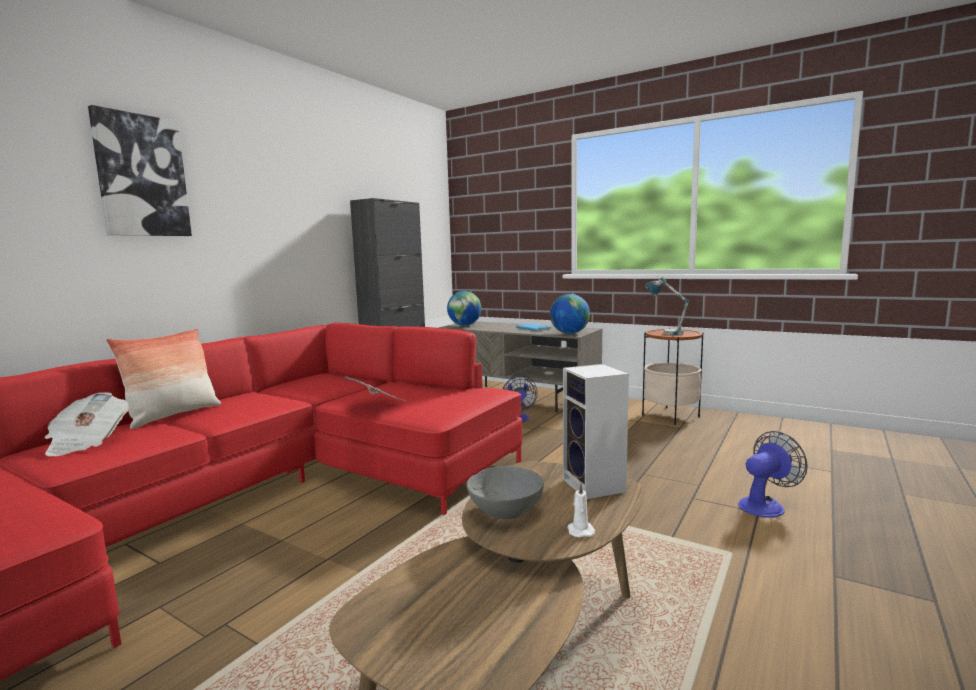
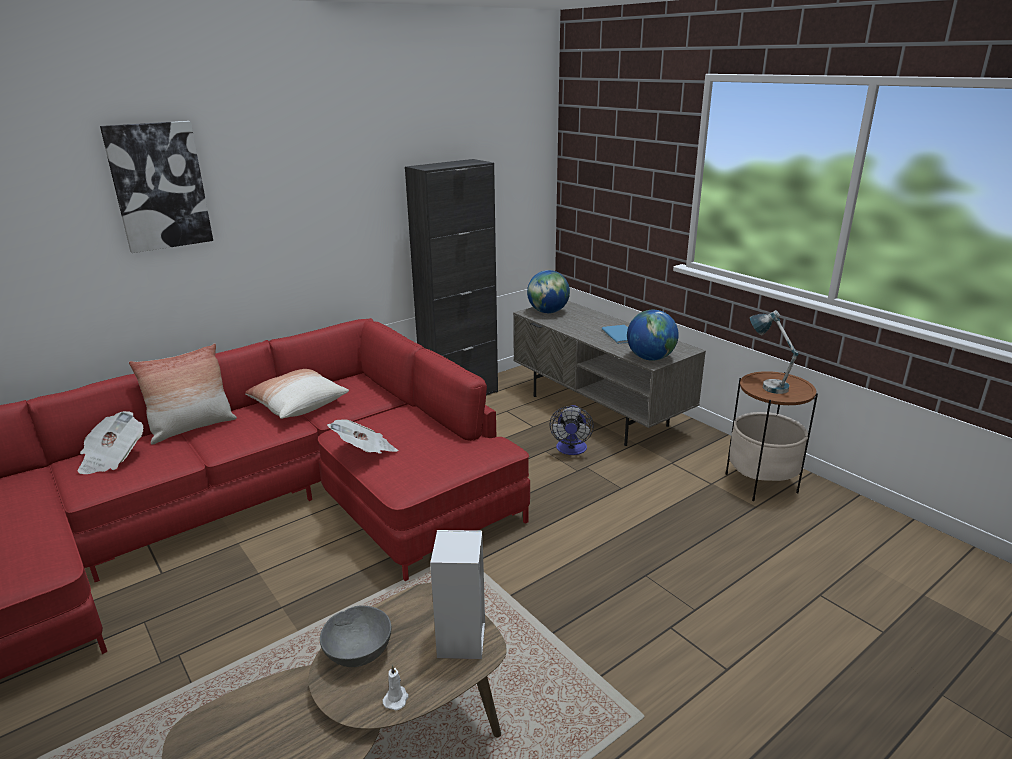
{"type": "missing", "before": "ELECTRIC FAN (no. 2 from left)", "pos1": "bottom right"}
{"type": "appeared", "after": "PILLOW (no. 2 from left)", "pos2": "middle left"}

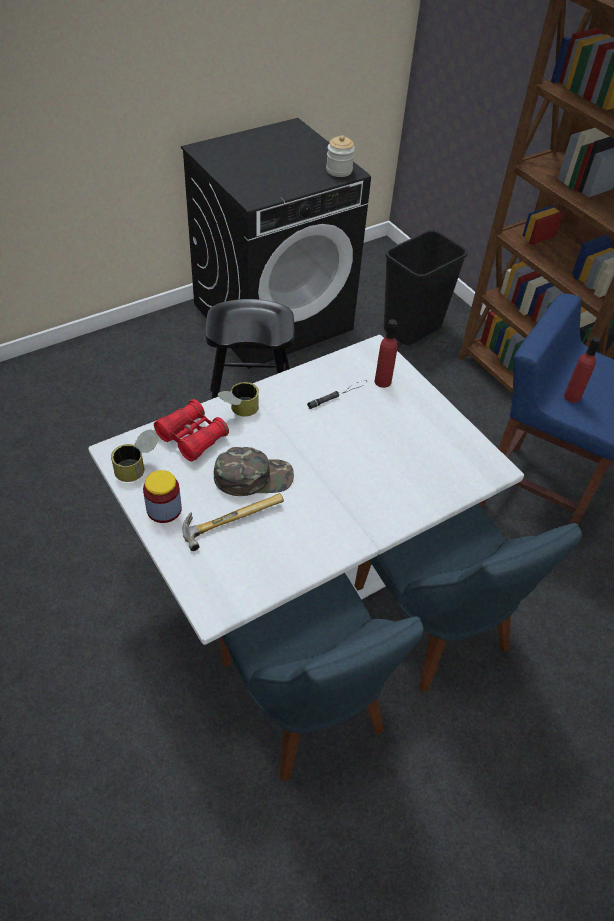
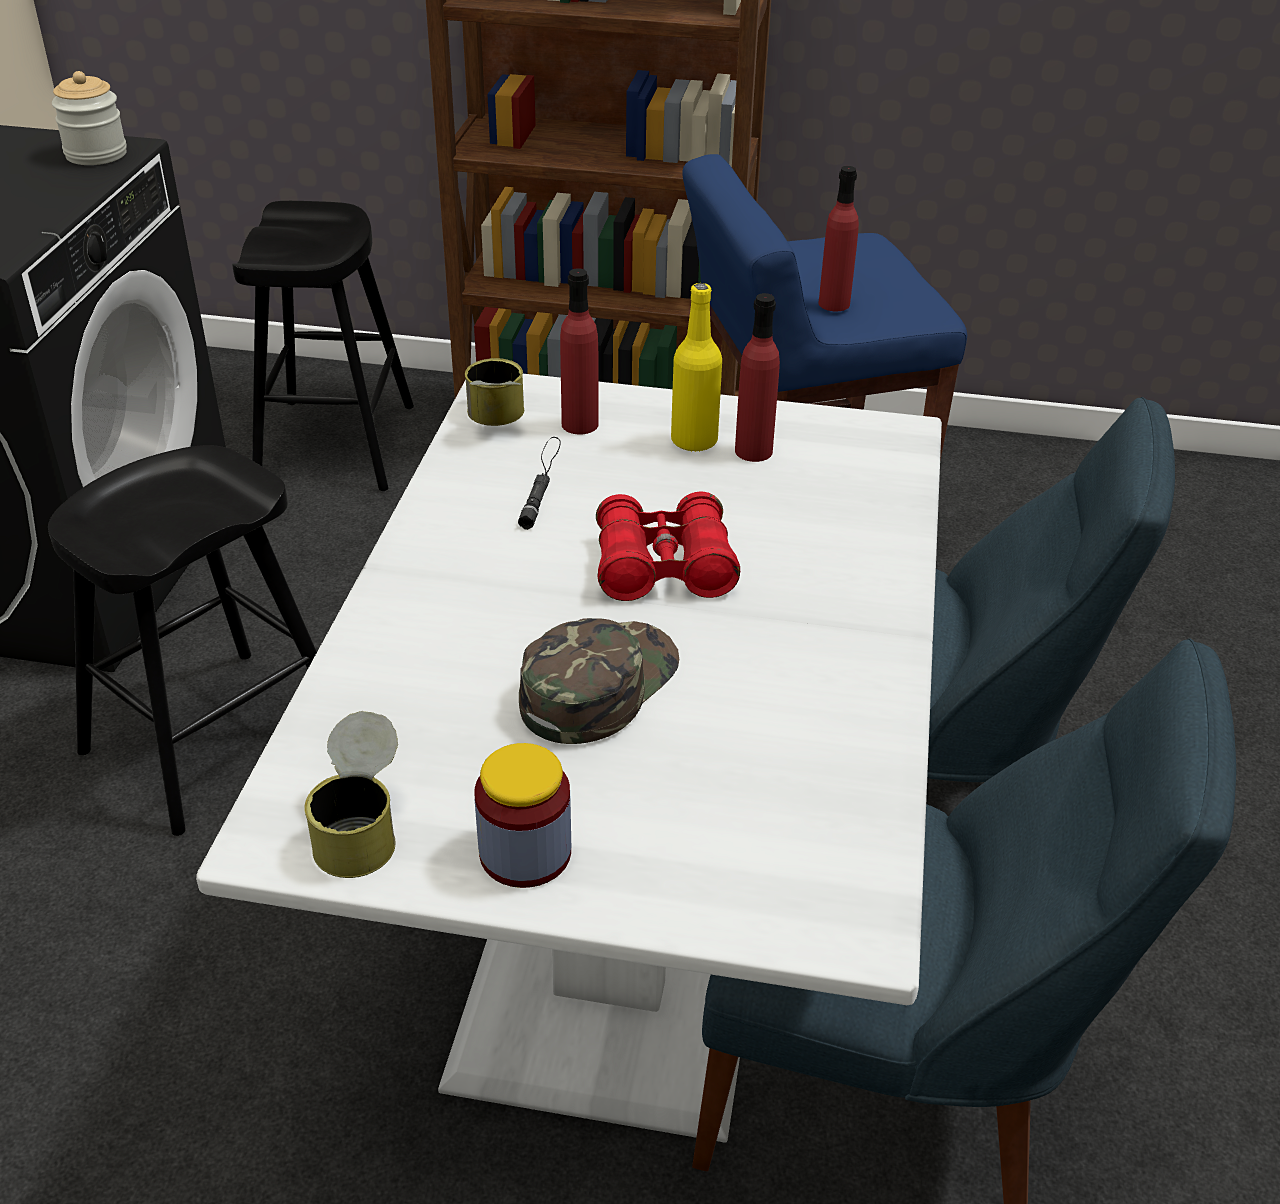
{"type": "missing", "before": "HAND HAMMER", "pos1": "centre"}
{"type": "appeared", "after": "YELLOWISH BOTTLE", "pos2": "top centre"}
{"type": "appeared", "after": "REDDISH BOTTLE (no. 2 from left)", "pos2": "top centre"}
{"type": "relocated", "before": "REDDISH FIELD GLASSES", "pos1": "middle left", "pos2": "centre"}
{"type": "relocated", "before": "METAL CAN (no. 2 from left)", "pos1": "centre", "pos2": "top centre"}
{"type": "exchanged", "before": "BLACK RUBBISH BIN", "after": "BLACK STOOL (no. 2 from left)", "pos1": "top right", "pos2": "top left"}

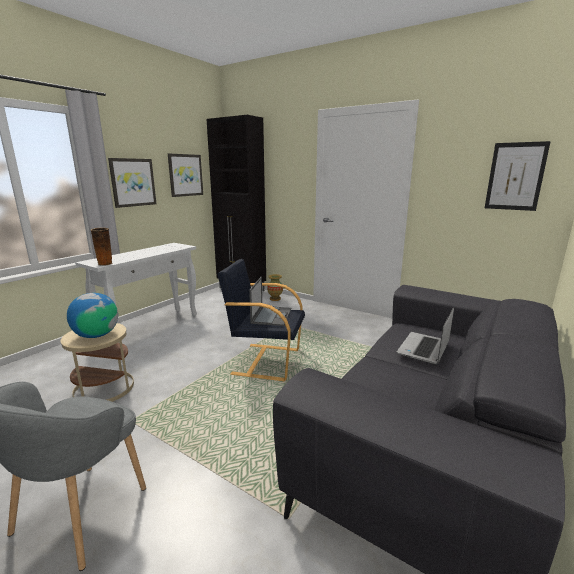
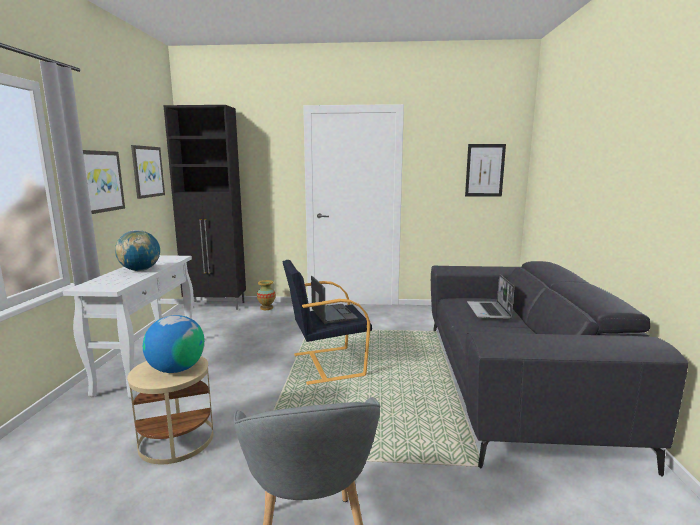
{"type": "missing", "before": "DECORATIVE VASE (no. 1 from left)", "pos1": "middle left"}
{"type": "appeared", "after": "GLOBE (no. 1 from left)", "pos2": "middle left"}

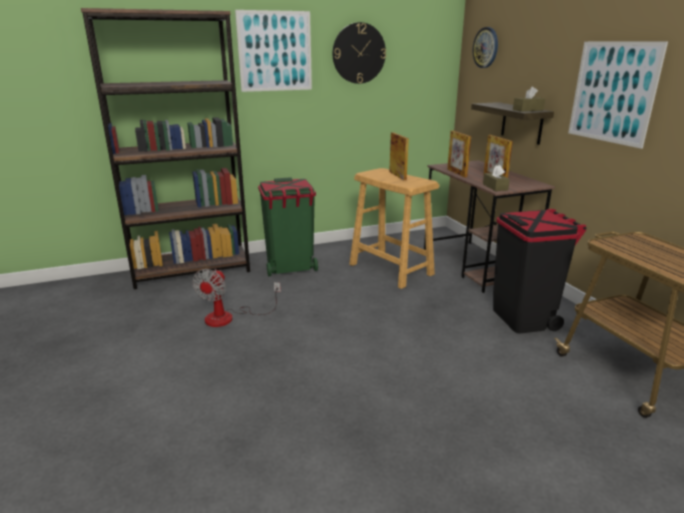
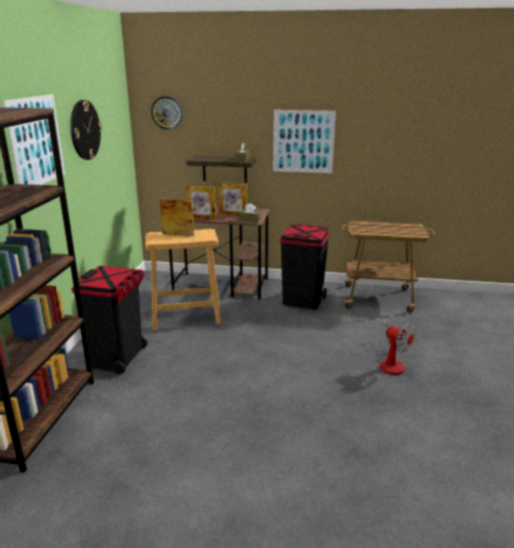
{"type": "relocated", "before": "ELECTRIC FAN", "pos1": "centre", "pos2": "middle right"}
{"type": "colour", "before": "GREEN-COLOURED RUBBISH BIN", "after": "BLACK RUBBISH BIN (no. 1 from left)", "pos1": "centre", "pos2": "middle left"}

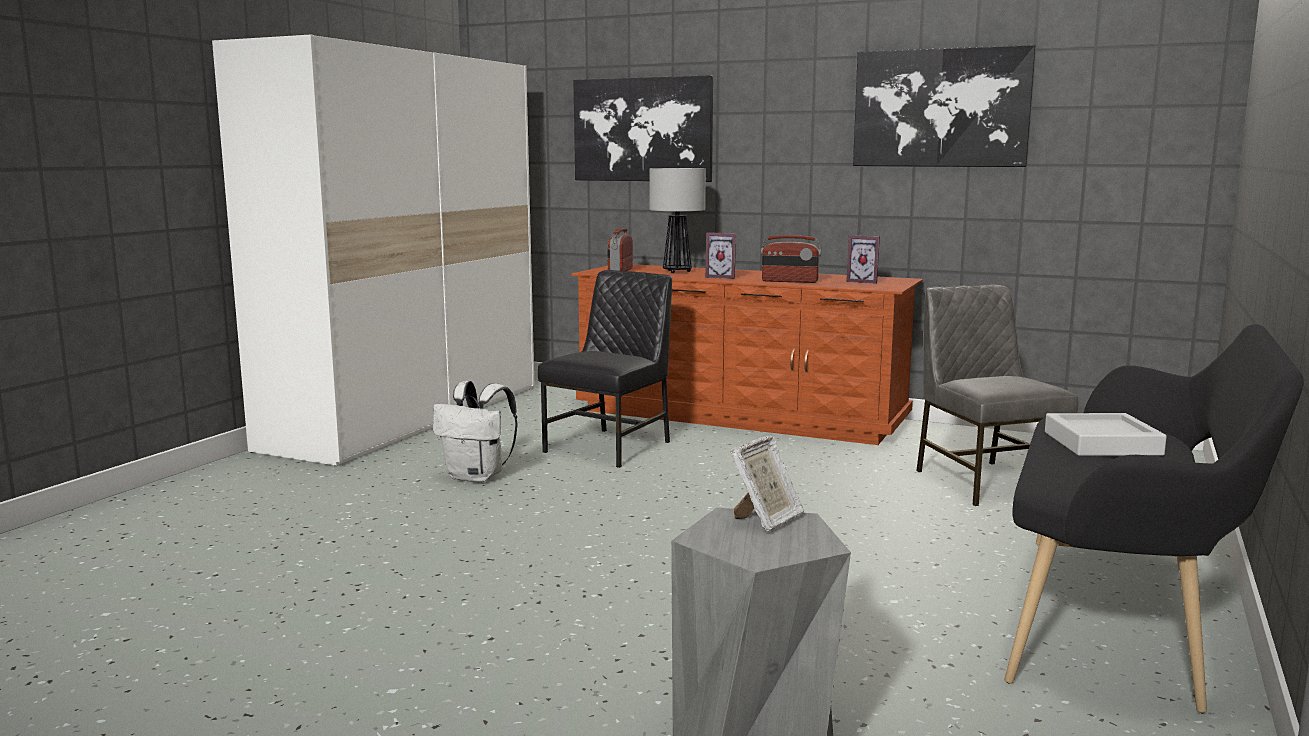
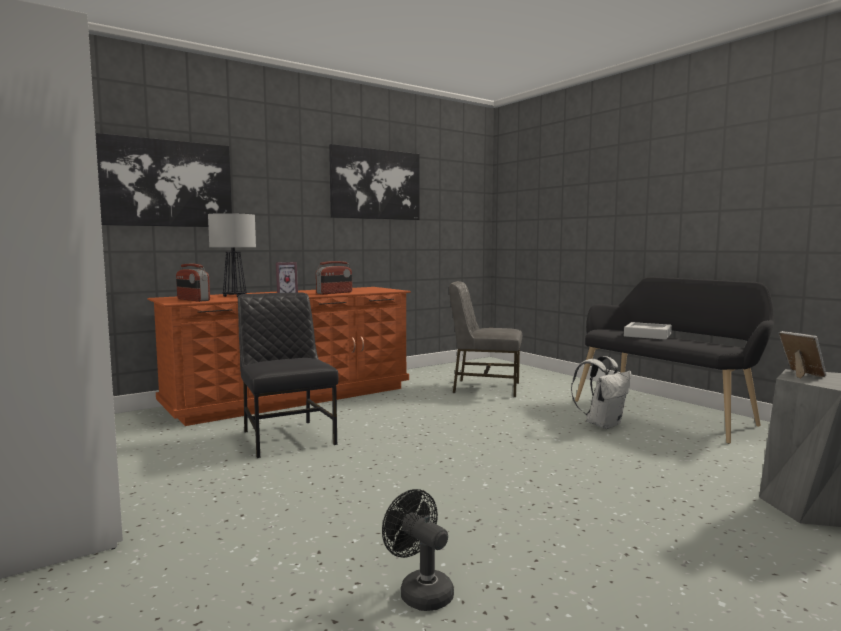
{"type": "missing", "before": "PICTURE FRAME (no. 3 from left)", "pos1": "centre"}
{"type": "appeared", "after": "BLACK ELECTRIC FAN", "pos2": "bottom centre"}
{"type": "relocated", "before": "WHITISH RUCKSACK", "pos1": "centre", "pos2": "middle right"}

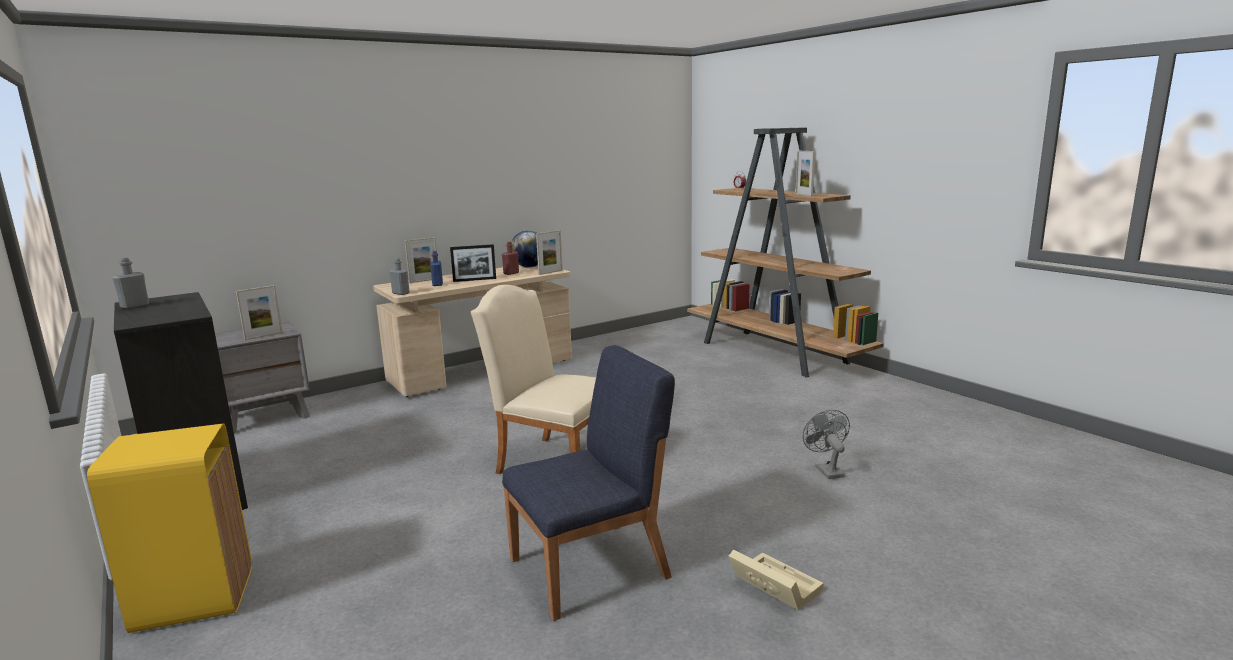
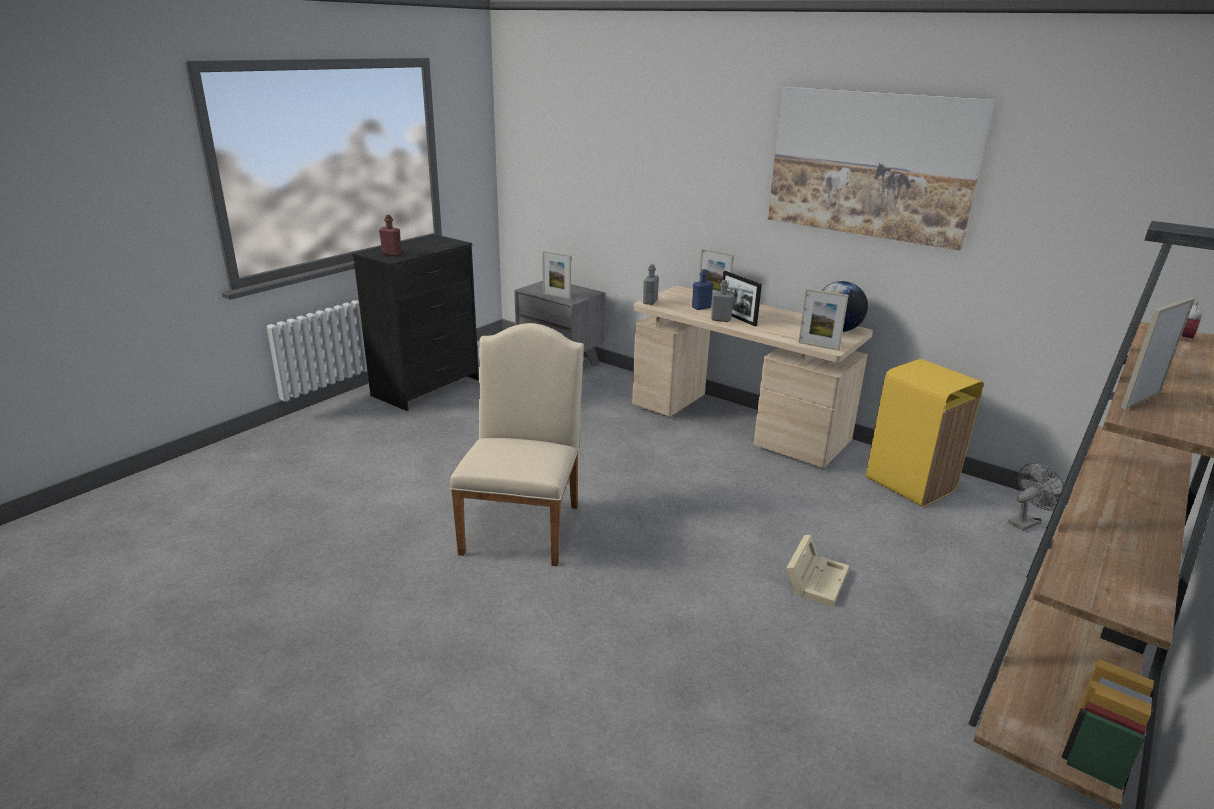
{"type": "missing", "before": "BLUE UPRIGHT CHAIR", "pos1": "bottom centre"}
{"type": "appeared", "after": "PICTURE", "pos2": "top right"}
{"type": "relocated", "before": "YELLOWISH RUBBISH BIN", "pos1": "bottom left", "pos2": "middle right"}
{"type": "relocated", "before": "GRAY BOTTLE (no. 1 from left in the first image)", "after": "GRAY BOTTLE (no. 2 from left)", "pos1": "middle left", "pos2": "centre"}
{"type": "relocated", "before": "REDDISH BOTTLE", "pos1": "centre", "pos2": "top left"}
{"type": "relocated", "before": "BEIGE-COLOURED STORAGE CONTAINER", "pos1": "bottom centre", "pos2": "bottom right"}
{"type": "relocated", "before": "GRAY ELECTRIC FAN", "pos1": "bottom right", "pos2": "middle right"}

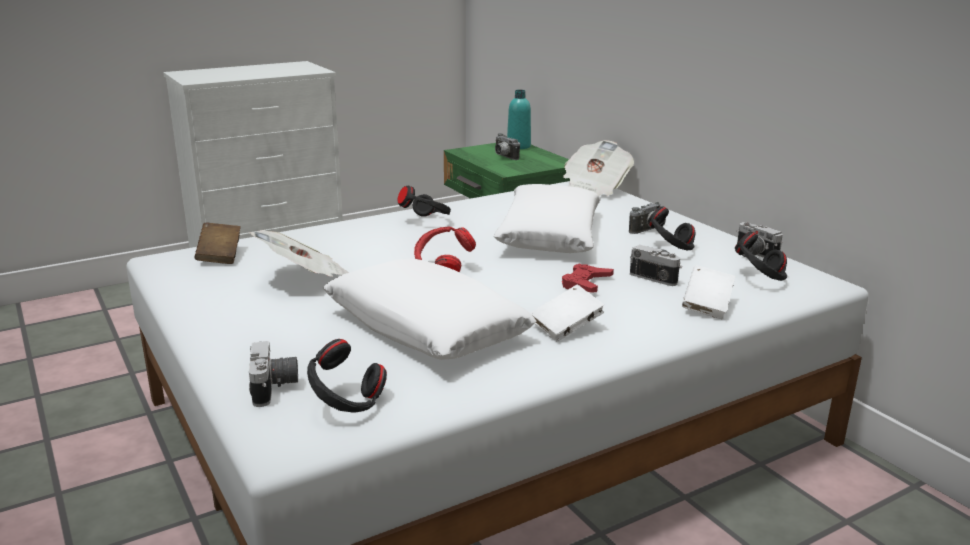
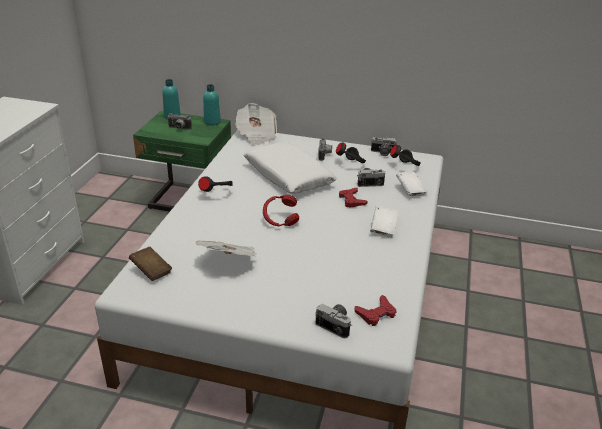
{"type": "missing", "before": "WHITISH PILLOW (no. 1 from left)", "pos1": "centre"}
{"type": "appeared", "after": "TURQUOISE-COLOURED BOTTLE (no. 2 from left)", "pos2": "top centre"}
{"type": "exchanged", "before": "BLACK HEADPHONES (no. 1 from left)", "after": "REDDISH GAMEPAD (no. 2 from left)", "pos1": "bottom centre", "pos2": "bottom centre"}

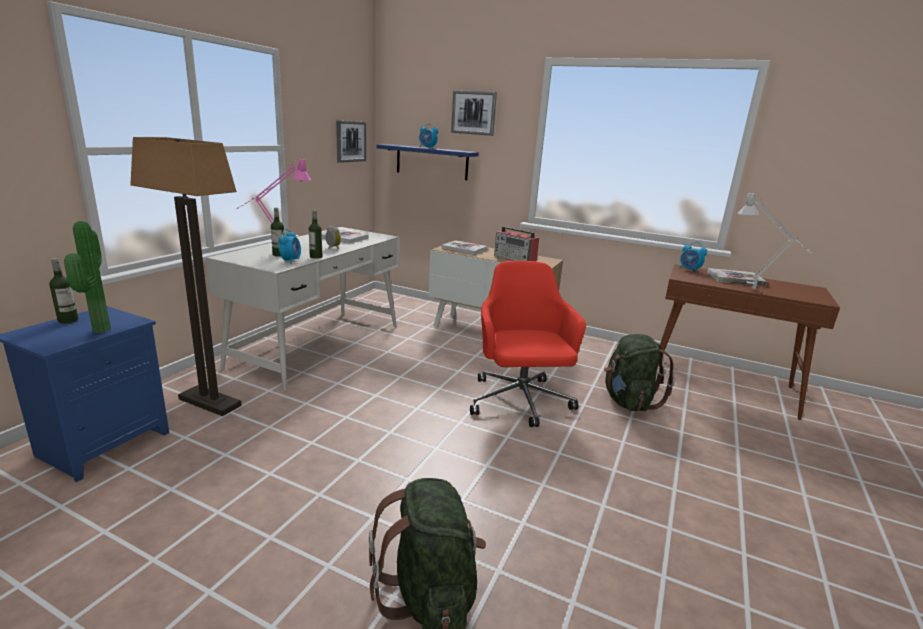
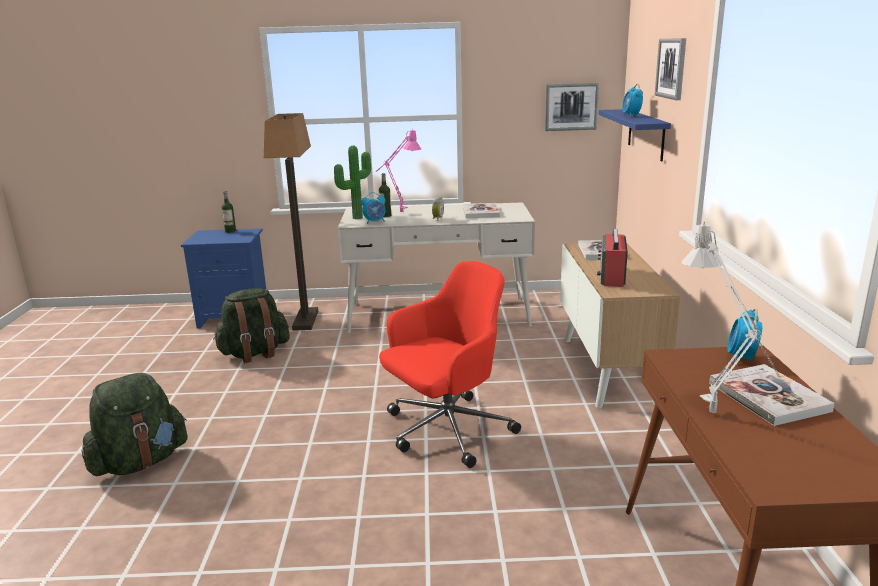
{"type": "missing", "before": "BOTTLE (no. 3 from left)", "pos1": "centre"}
{"type": "relocated", "before": "POTTED PLANT", "pos1": "middle left", "pos2": "top centre"}
{"type": "relocated", "before": "GREEN-COLOURED RUCKSACK (no. 2 from left)", "pos1": "middle right", "pos2": "middle left"}

